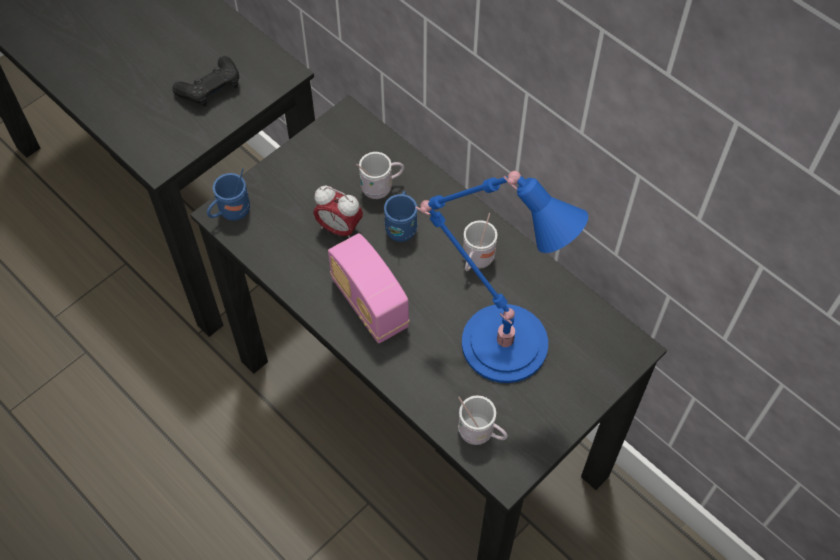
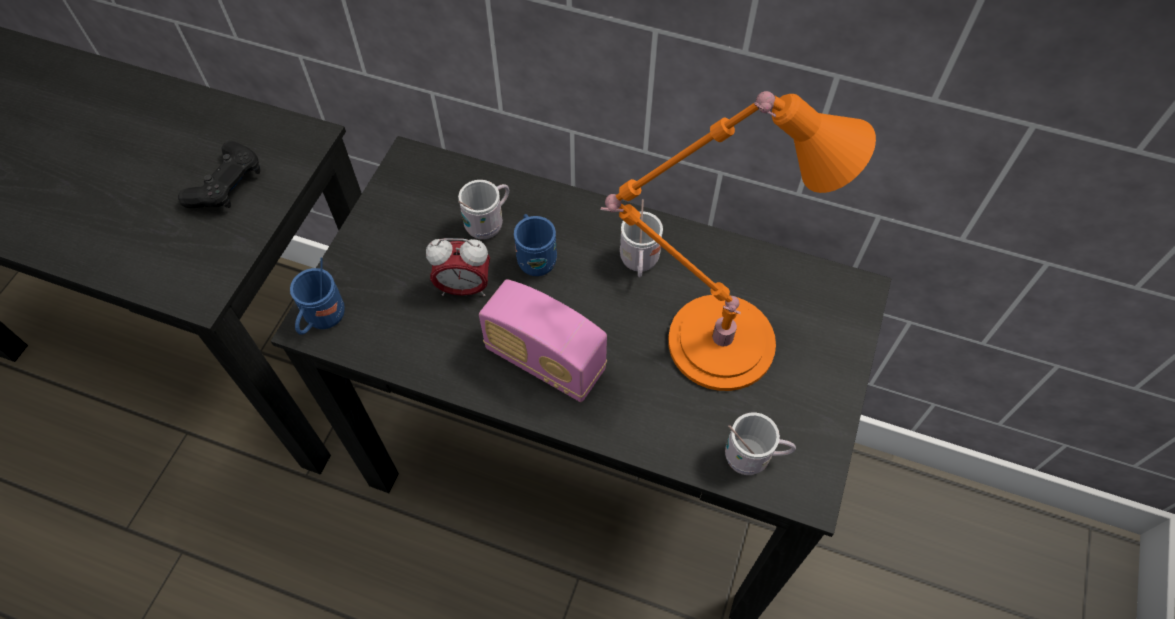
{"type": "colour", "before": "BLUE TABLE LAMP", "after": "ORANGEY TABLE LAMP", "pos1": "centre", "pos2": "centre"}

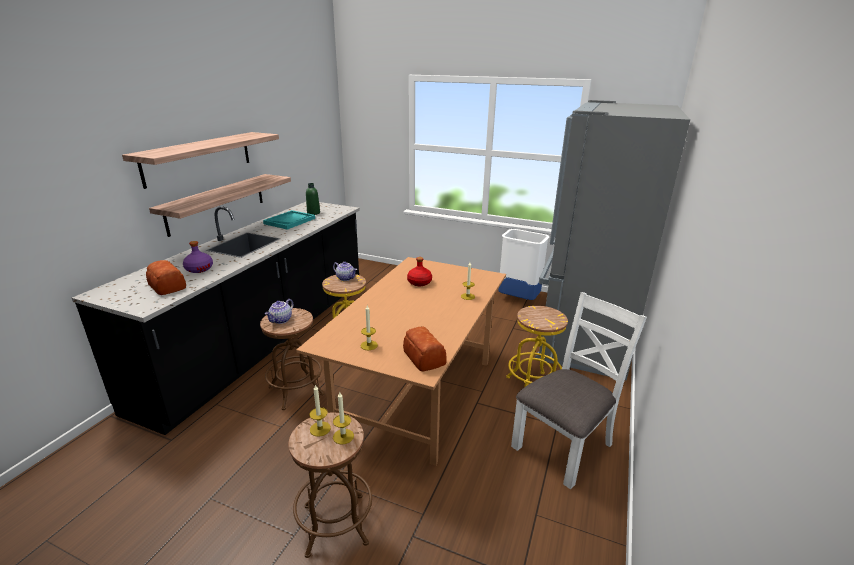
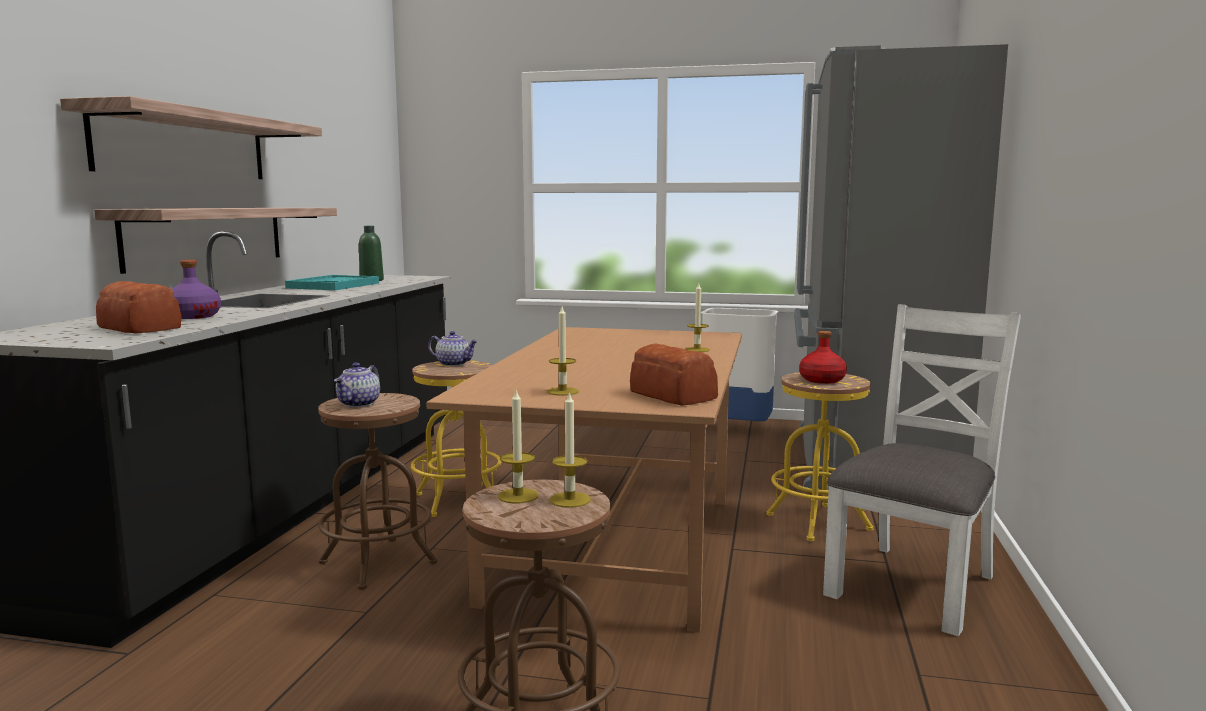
{"type": "relocated", "before": "REDDISH BOTTLE", "pos1": "centre", "pos2": "middle right"}

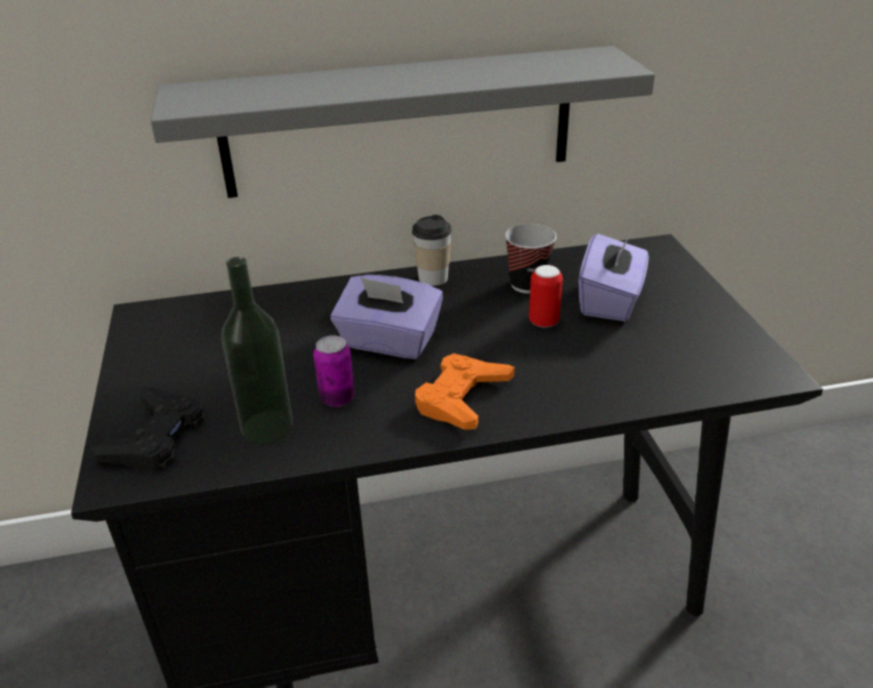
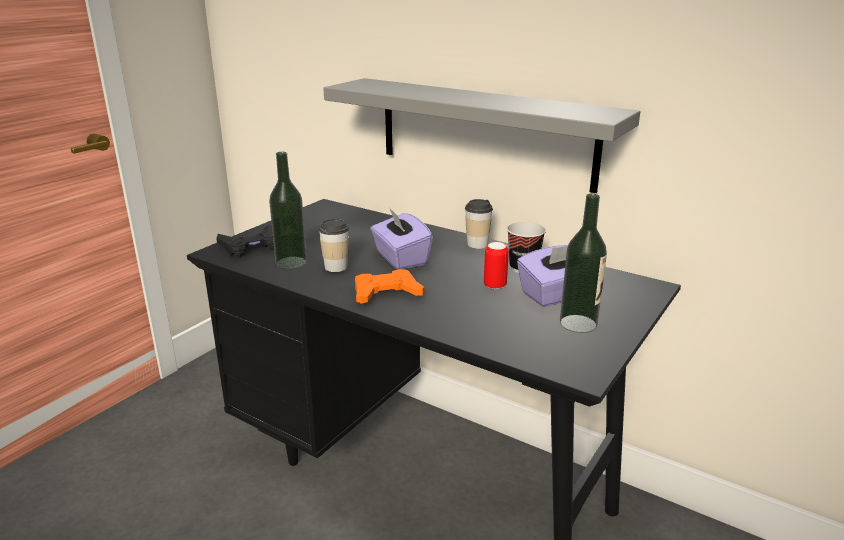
{"type": "appeared", "after": "BOTTLE (no. 2 from left)", "pos2": "middle right"}
{"type": "exchanged", "before": "METAL CAN (no. 1 from left)", "after": "SMALL CUP (no. 1 from left)", "pos1": "centre", "pos2": "centre"}

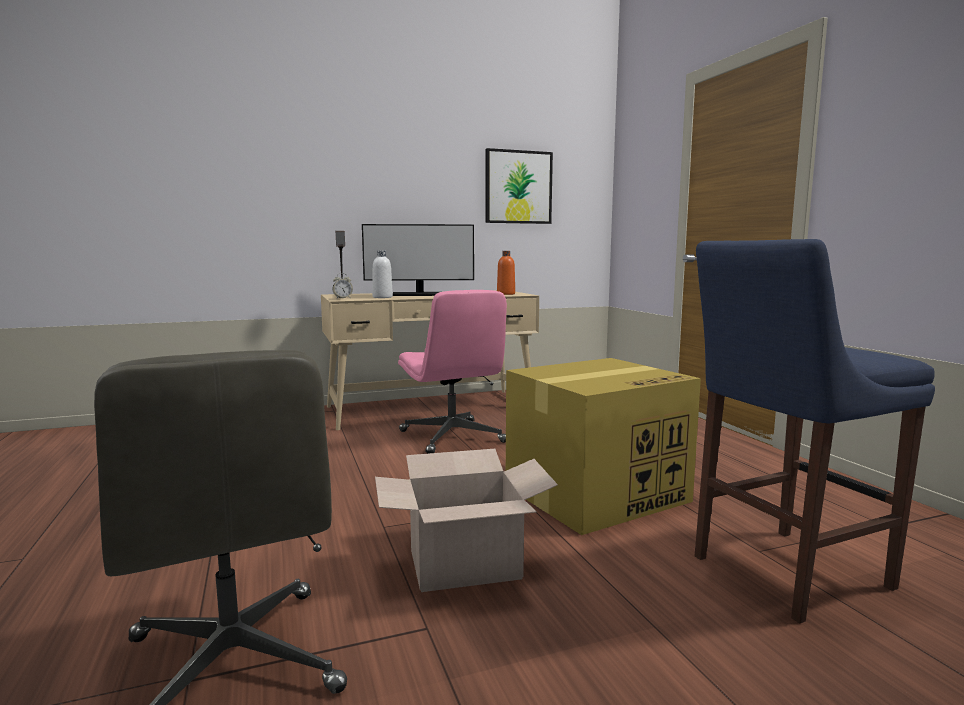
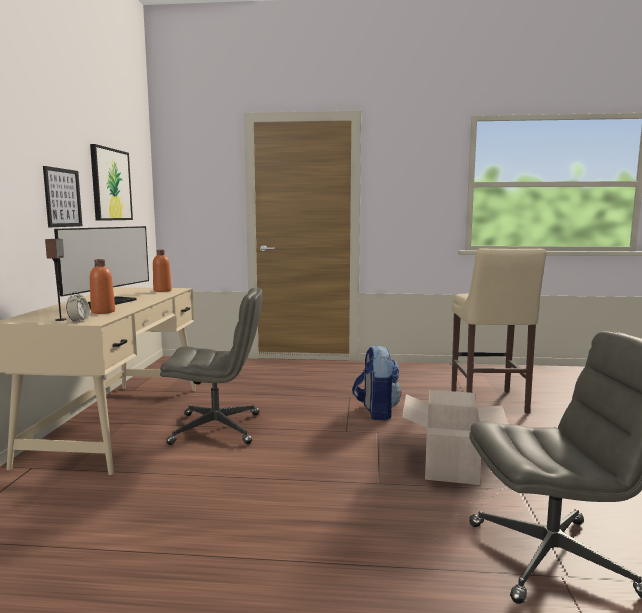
{"type": "appeared", "after": "PICTURE (no. 1 from left)", "pos2": "top left"}
{"type": "exchanged", "before": "CARTON (no. 2 from left)", "after": "RUCKSACK", "pos1": "centre", "pos2": "centre"}
{"type": "colour", "before": "WHITISH BOTTLE", "after": "ORANGEY BOTTLE (no. 1 from left)", "pos1": "centre", "pos2": "middle left"}
{"type": "colour", "before": "PINK OFFICE CHAIR", "after": "GRAY OFFICE CHAIR (no. 1 from left)", "pos1": "centre", "pos2": "middle left"}
{"type": "colour", "before": "BLUE STOOL", "after": "BEIGE-COLOURED STOOL", "pos1": "middle right", "pos2": "middle right"}

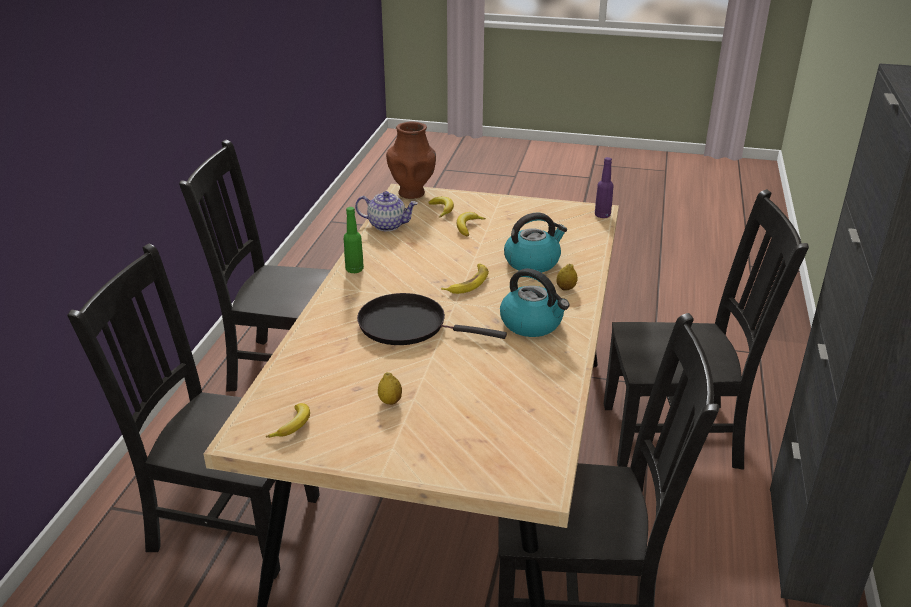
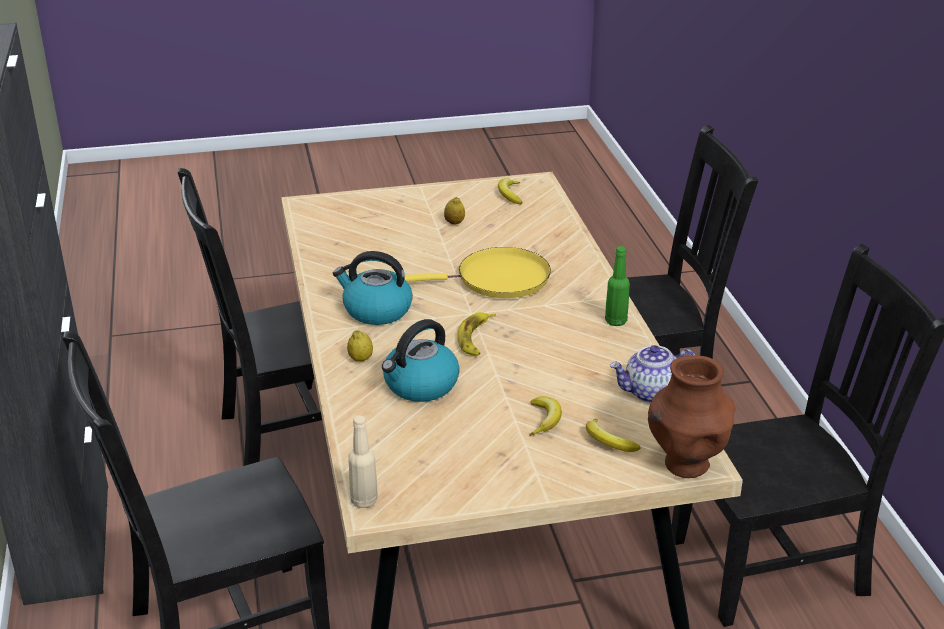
{"type": "colour", "before": "BLACK SKILLET", "after": "YELLOWISH SKILLET", "pos1": "centre", "pos2": "centre"}
{"type": "colour", "before": "PURPLISH BOTTLE", "after": "BEIGE-COLOURED BOTTLE", "pos1": "top centre", "pos2": "bottom centre"}

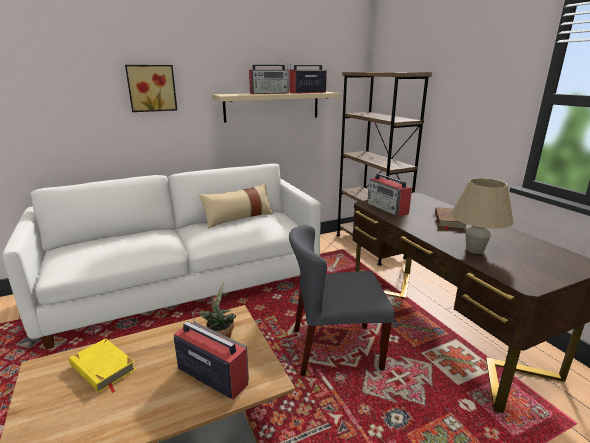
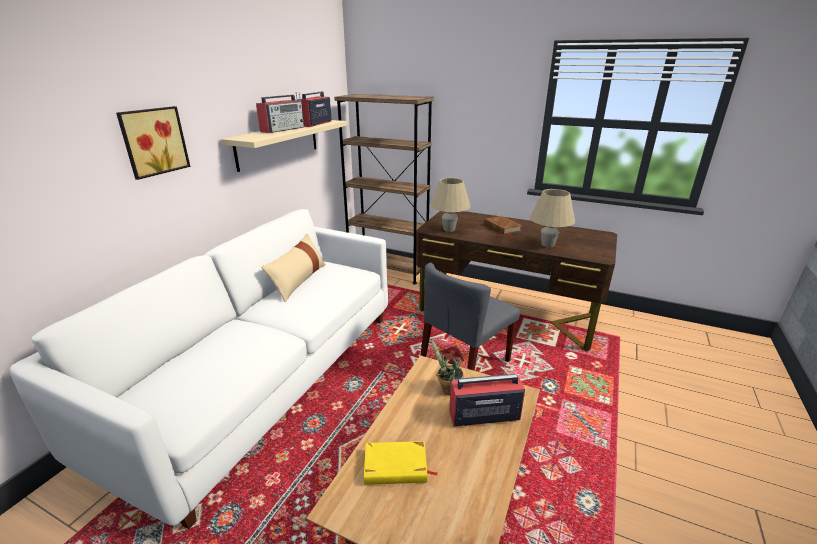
{"type": "exchanged", "before": "RADIO (no. 4 from left)", "after": "BEIGE-COLOURED TABLE LAMP (no. 1 from left)", "pos1": "centre", "pos2": "centre"}

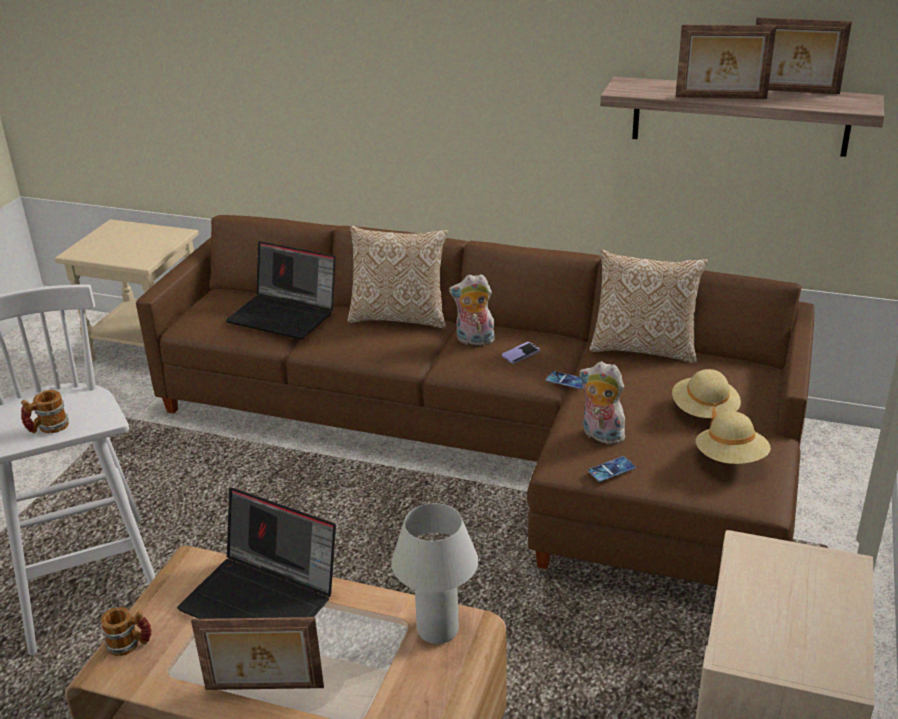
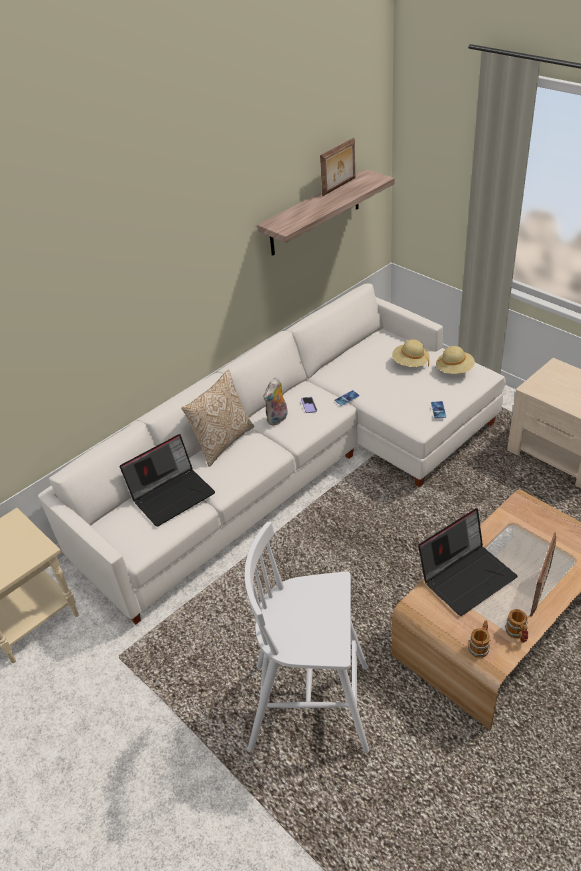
{"type": "missing", "before": "WHITISH TABLE LAMP", "pos1": "bottom centre"}
{"type": "missing", "before": "PLUSH TOY (no. 2 from left)", "pos1": "middle right"}
{"type": "missing", "before": "PILLOW (no. 2 from left)", "pos1": "middle right"}
{"type": "missing", "before": "PICTURE FRAME (no. 2 from left)", "pos1": "top right"}
{"type": "relocated", "before": "TEA MUG (no. 1 from left in the first image)", "after": "TEA MUG (no. 2 from left)", "pos1": "middle left", "pos2": "bottom right"}
{"type": "colour", "before": "BROWNISH SETTEE", "after": "WHITISH SETTEE", "pos1": "centre", "pos2": "centre"}

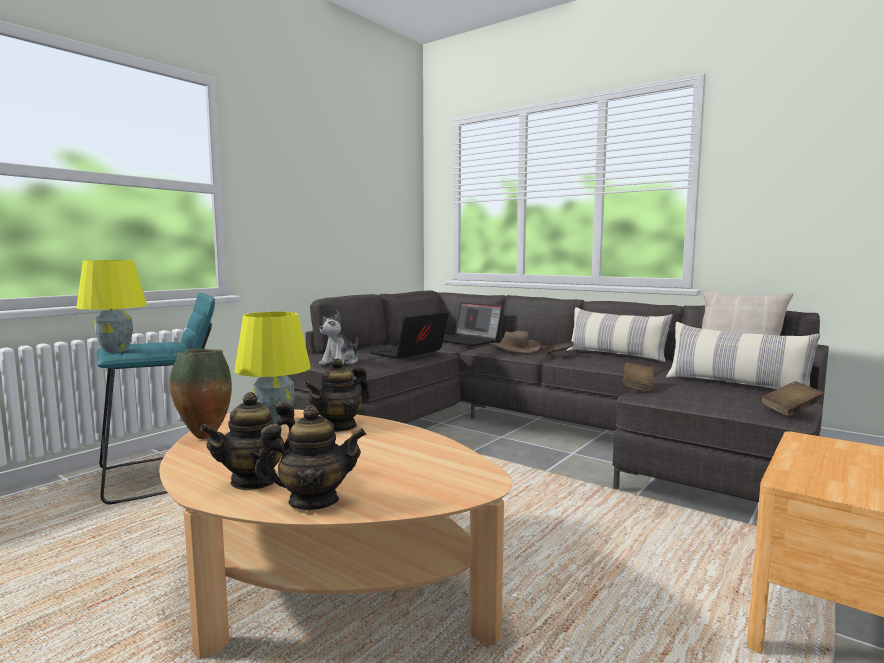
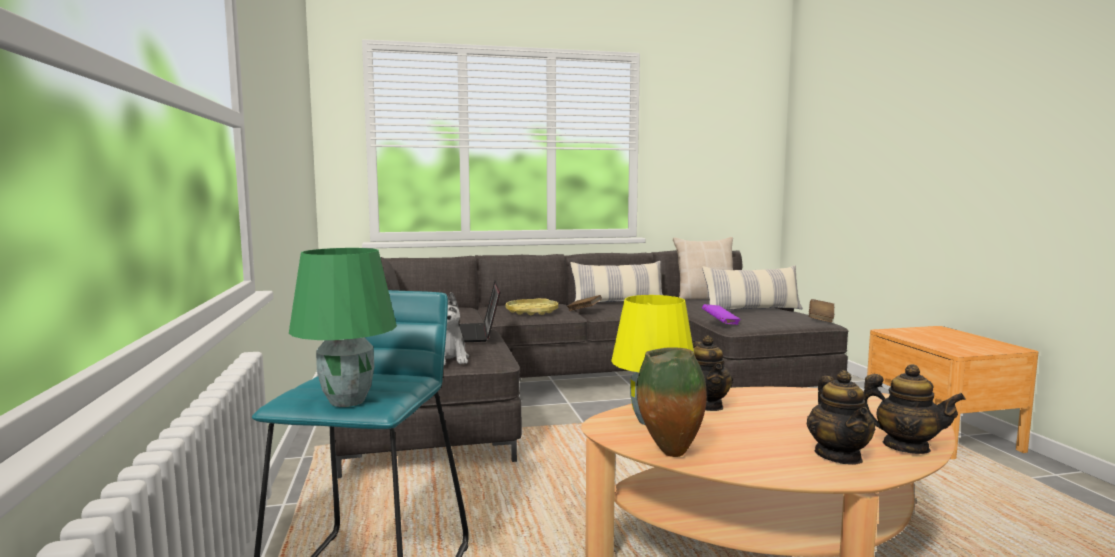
{"type": "missing", "before": "PORTABLE COMPUTER (no. 2 from left)", "pos1": "centre"}
{"type": "exchanged", "before": "BROWNISH WEARABLE HAT", "after": "YELLOWISH CARRYING TRAY", "pos1": "centre", "pos2": "centre"}
{"type": "colour", "before": "YELLOWISH TABLE LAMP (no. 1 from left)", "after": "GREEN-COLOURED TABLE LAMP", "pos1": "middle left", "pos2": "middle left"}
{"type": "colour", "before": "BROWNISH BOUND BOOK (no. 2 from left)", "after": "PURPLISH BOUND BOOK", "pos1": "middle right", "pos2": "centre"}
{"type": "spun", "before": "TEAPOT (no. 2 from left in the first image)", "pos1": "bottom centre", "pos2": "bottom right", "turn": 90}

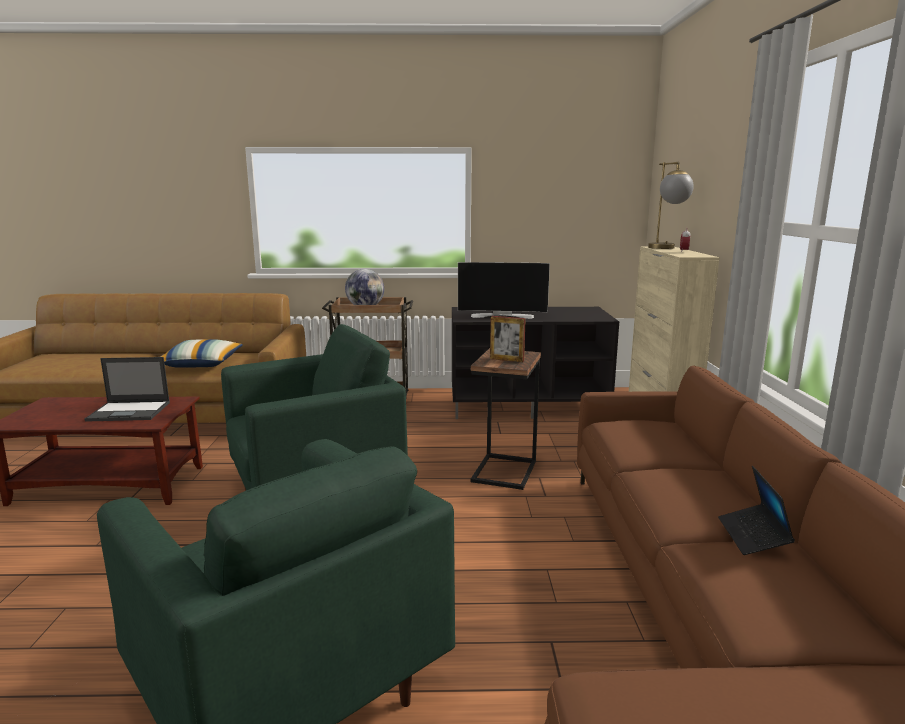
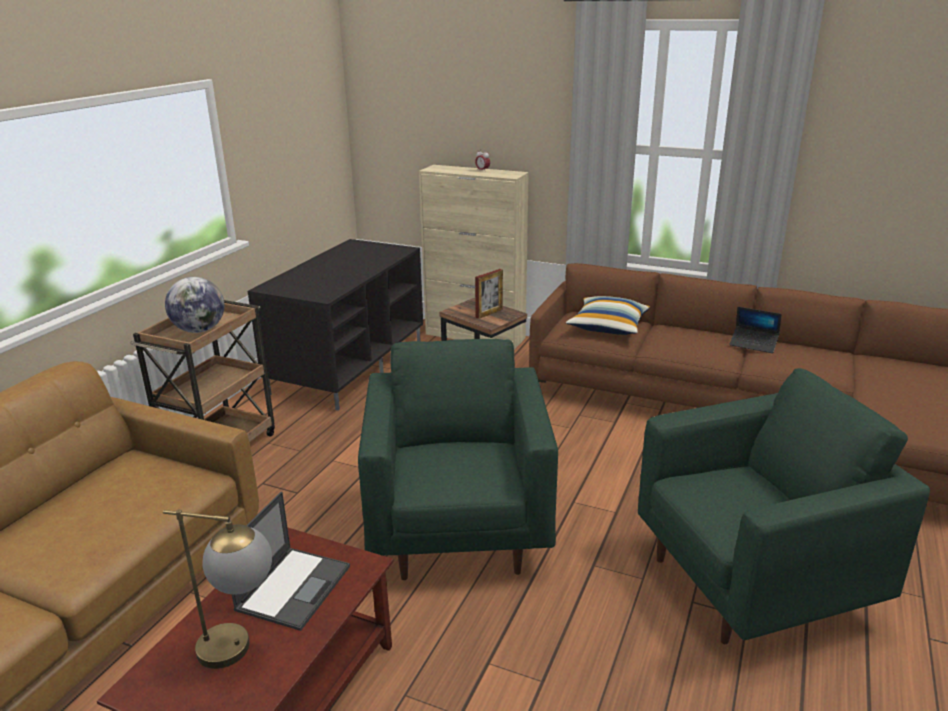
{"type": "missing", "before": "TV SET", "pos1": "centre"}
{"type": "relocated", "before": "PILLOW", "pos1": "middle left", "pos2": "centre"}
{"type": "relocated", "before": "TABLE LAMP", "pos1": "top right", "pos2": "bottom left"}

